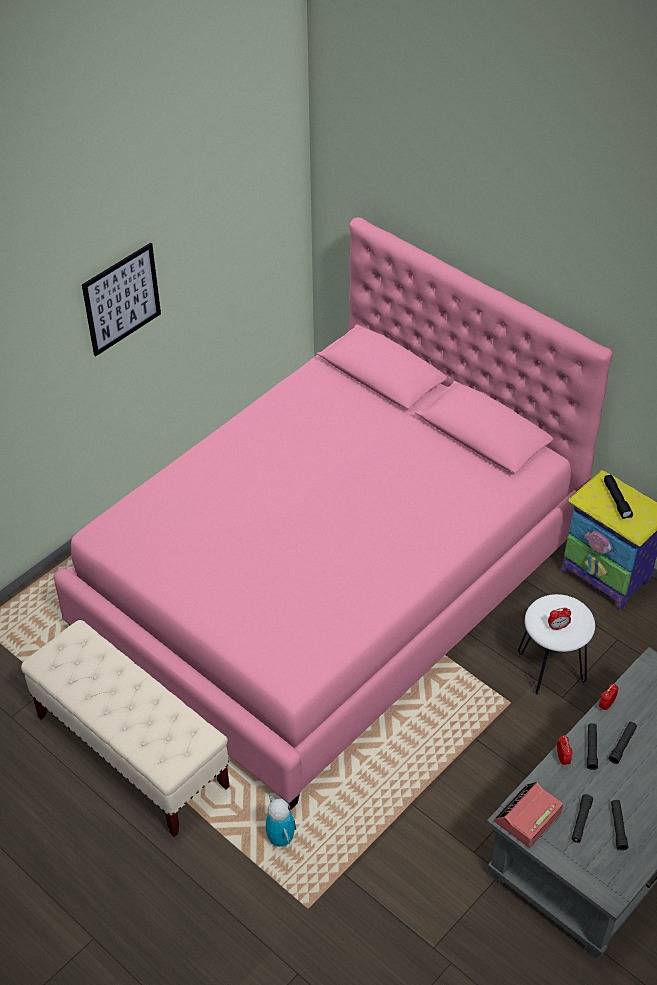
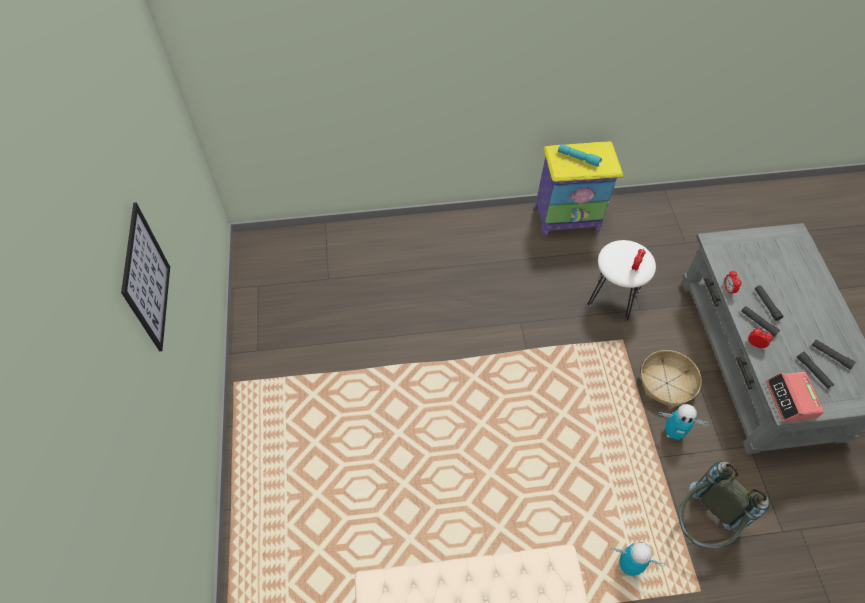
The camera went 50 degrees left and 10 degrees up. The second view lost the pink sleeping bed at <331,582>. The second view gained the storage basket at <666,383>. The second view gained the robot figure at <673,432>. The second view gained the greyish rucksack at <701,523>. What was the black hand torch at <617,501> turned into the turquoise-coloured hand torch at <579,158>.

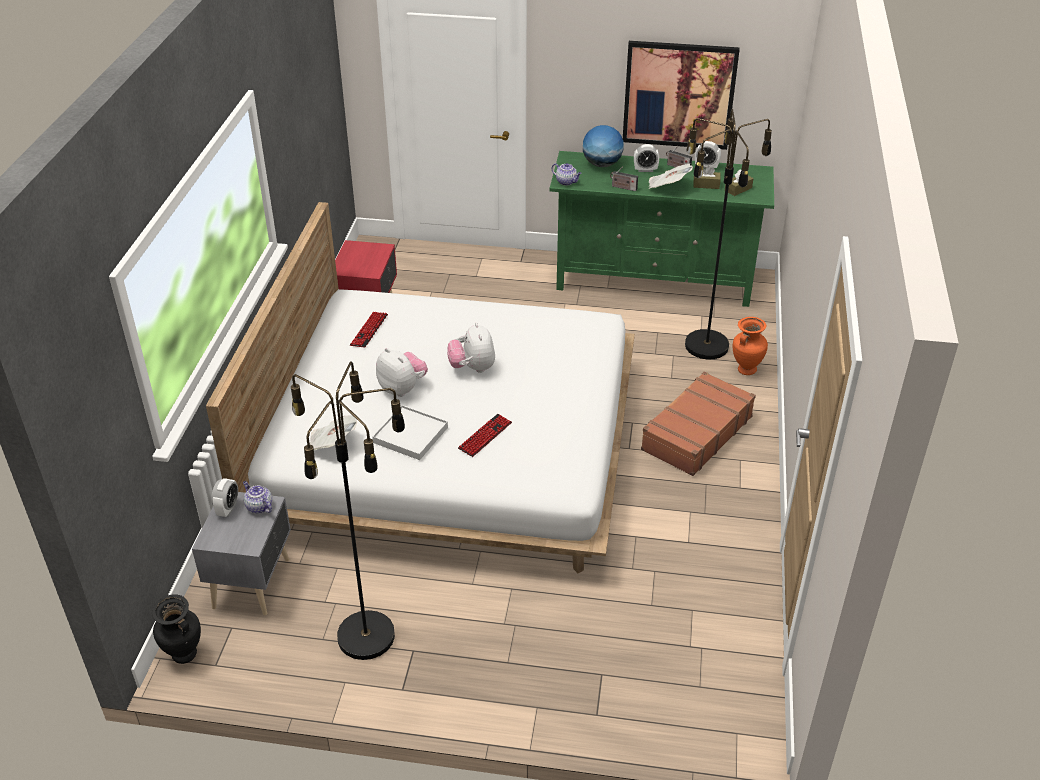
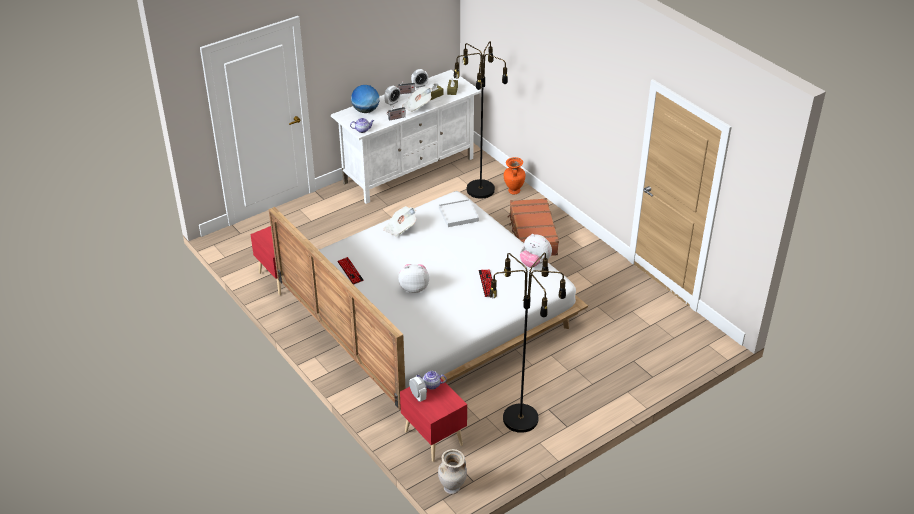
The camera went 45 degrees left and 0 degrees up. The second view lost the wall art at <679,95>. The newspaper ended up elsewhere, having gone from <332,443> to <400,228>. The white carrying tray ended up elsewhere, having gone from <410,435> to <458,215>. The plush toy ended up elsewhere, having gone from <472,368> to <534,263>. What was the black flower vase at <184,655> turned into the sand-coloured flower vase at <452,489>. What was the greyish nightstand at <253,582> turned into the red-coloured nightstand at <434,437>. What was the green dresser at <654,280> turned into the white dresser at <409,170>.

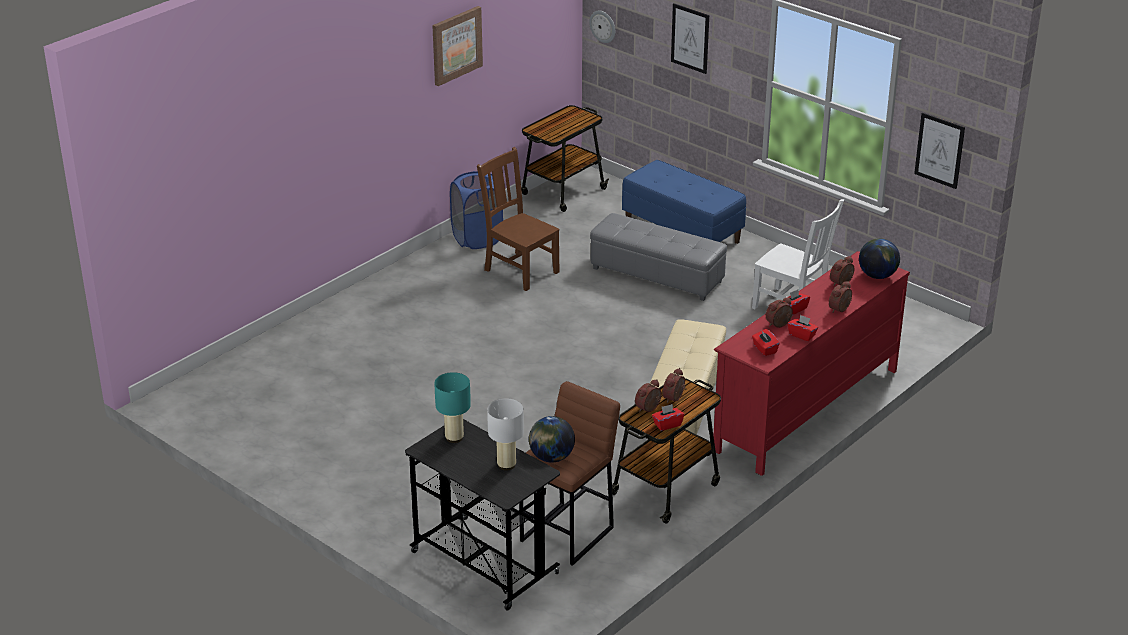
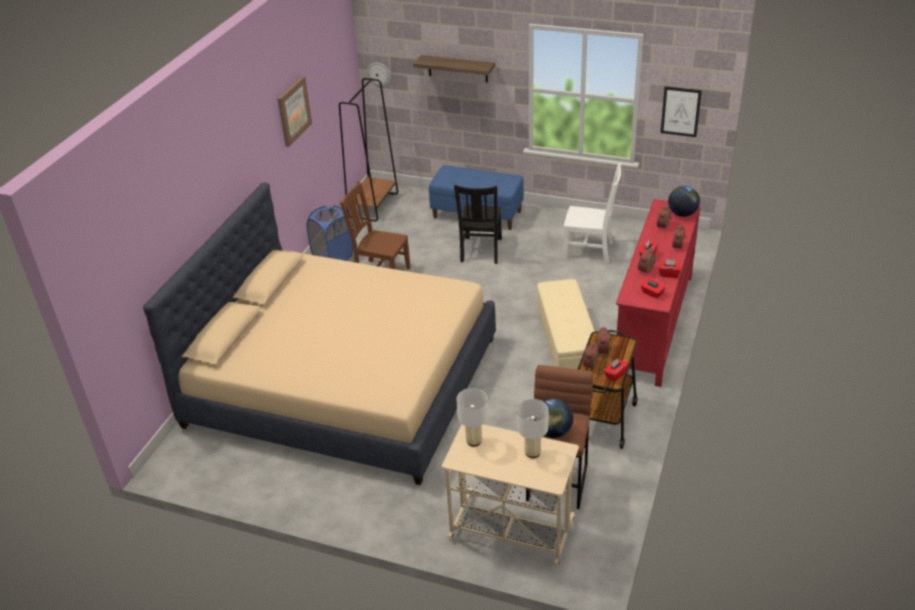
The camera went 20 degrees left and 5 degrees up. The second view gained the sand-coloured sleeping bed at <343,381>. Where the cart stood at <562,192>, the garment stand came to stand at <373,205>. Where the greyish ottoman stood at <656,275>, the black plain chair came to stand at <481,251>. Where the wall art hung at <690,38>, the bracket shelf came to hang at <457,68>. What was the black desk at <484,563> turned into the sand-coloured desk at <511,530>. What was the turquoise-coloured table lamp at <454,437> turned into the white table lamp at <473,441>.

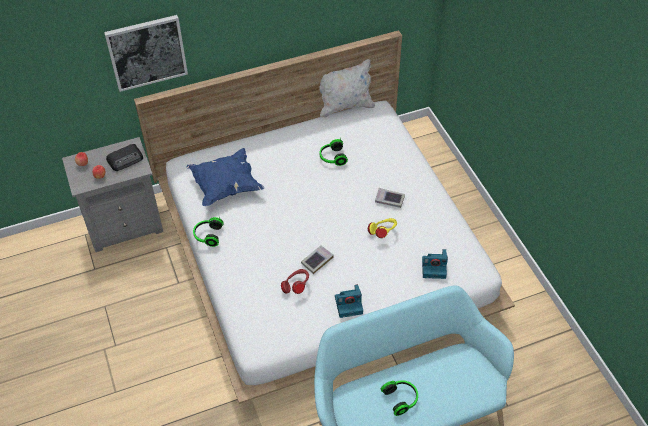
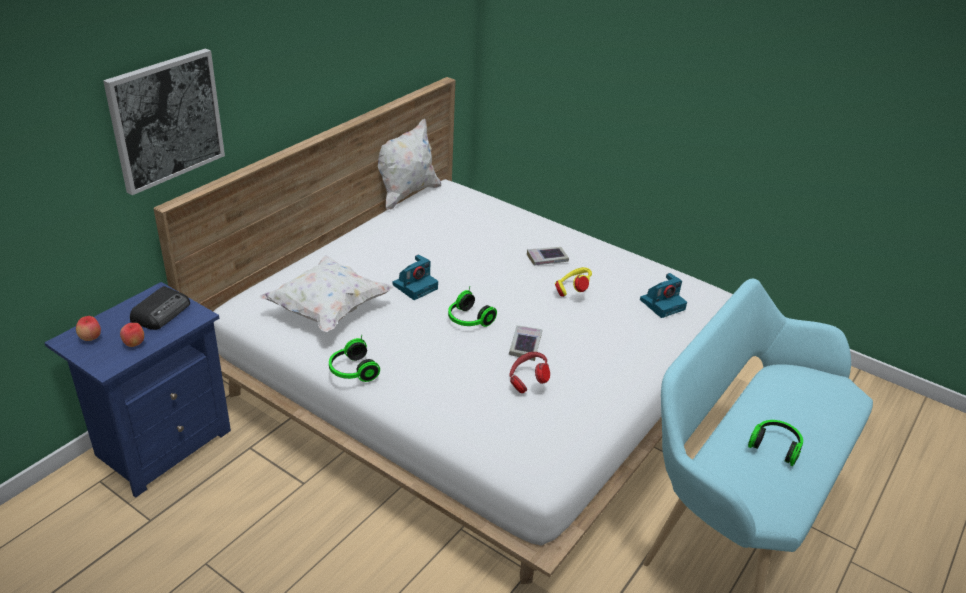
The camera went 35 degrees left and 15 degrees down. The headphones ended up elsewhere, having gone from <332,157> to <468,320>. The photo camera ended up elsewhere, having gone from <349,304> to <415,286>. What was the greyish nightstand at <125,224> turned into the blue nightstand at <161,444>. What was the blue cushion at <226,186> turned into the white cushion at <328,310>.

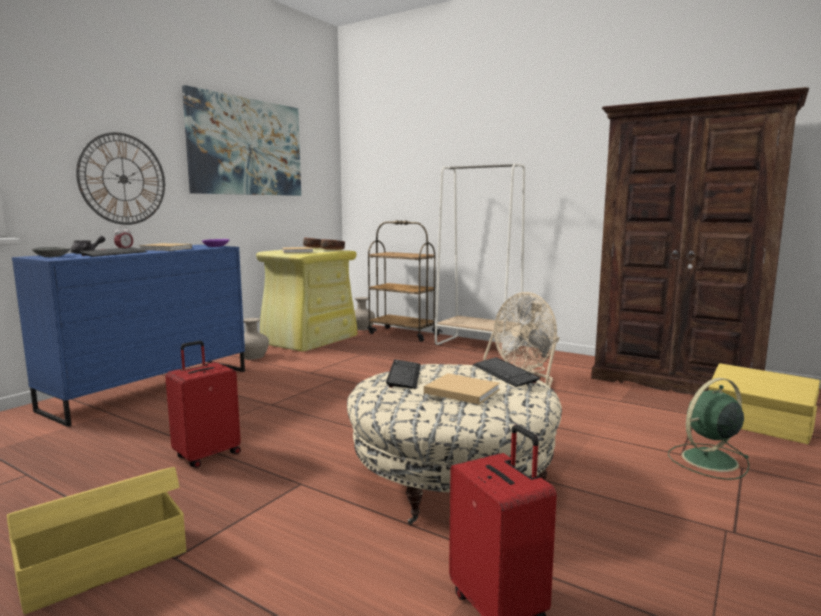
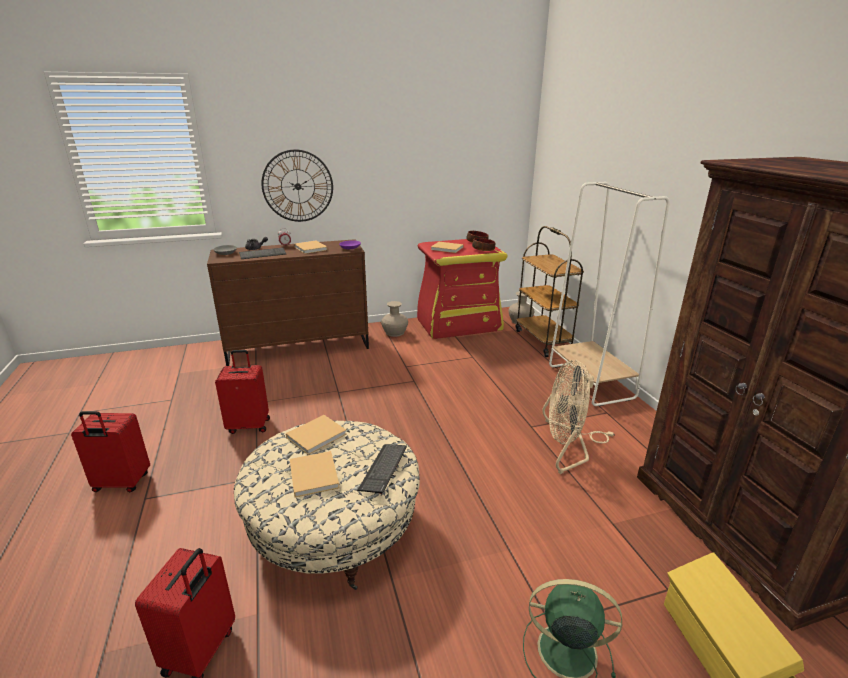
The camera went 40 degrees right and 15 degrees up. The second view lost the wall art at <247,147>. Where the yellowish storage box stood at <102,564>, the red-coloured travel case came to stand at <121,483>. Where the computer keyboard stood at <404,375>, the sand-coloured volume came to stand at <318,435>. What was the blue dresser at <150,389> turned into the brownish dresser at <298,347>. What was the yellowish nightstand at <311,339> turned into the red-coloured nightstand at <460,325>.

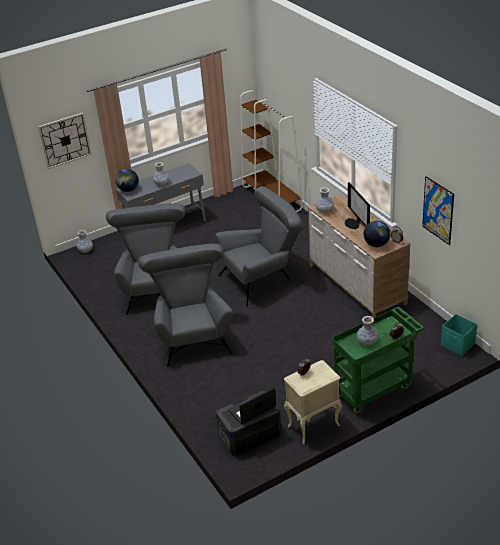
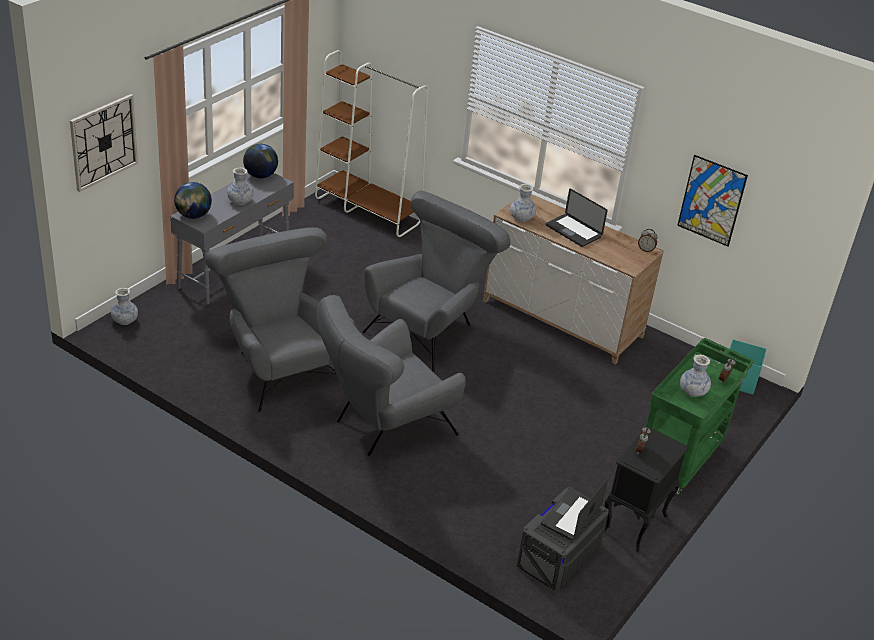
The camera went 30 degrees left and 0 degrees up. The world globe ended up elsewhere, having gone from <376,244> to <260,175>. Where the monitor stood at <354,223>, the laptop came to stand at <573,231>. What was the sand-coloured nightstand at <313,426> turned into the black nightstand at <634,524>. The greyish armchair at <192,335> ended up facing another way, 90 degrees counterclockwise from before.

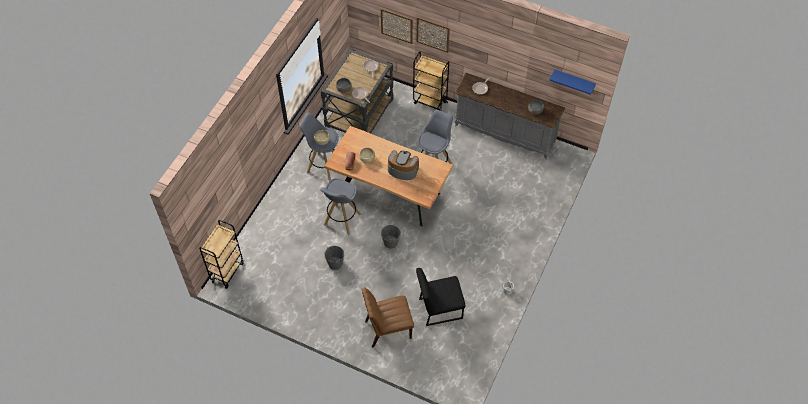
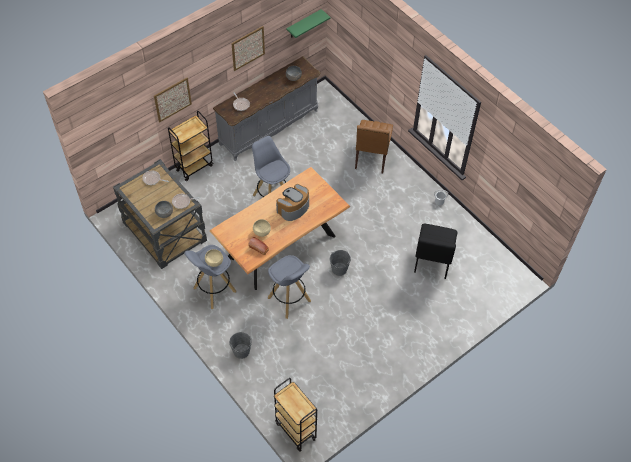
The camera went 65 degrees left and 0 degrees up. The greyish pail ended up elsewhere, having gone from <335,263> to <241,351>. The brownish plain chair ended up elsewhere, having gone from <388,329> to <371,156>. The wall art ended up elsewhere, having gone from <397,25> to <248,48>. What was the blue bracket shelf at <574,81> turned into the green bracket shelf at <303,24>.

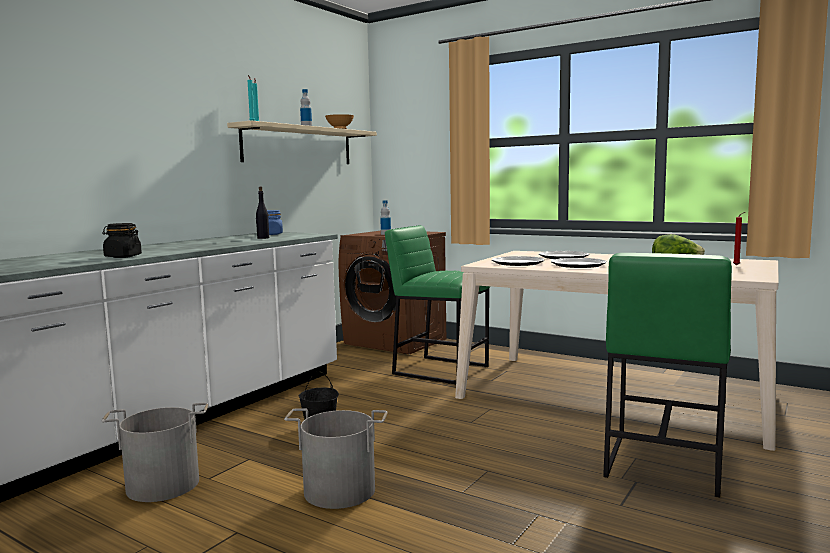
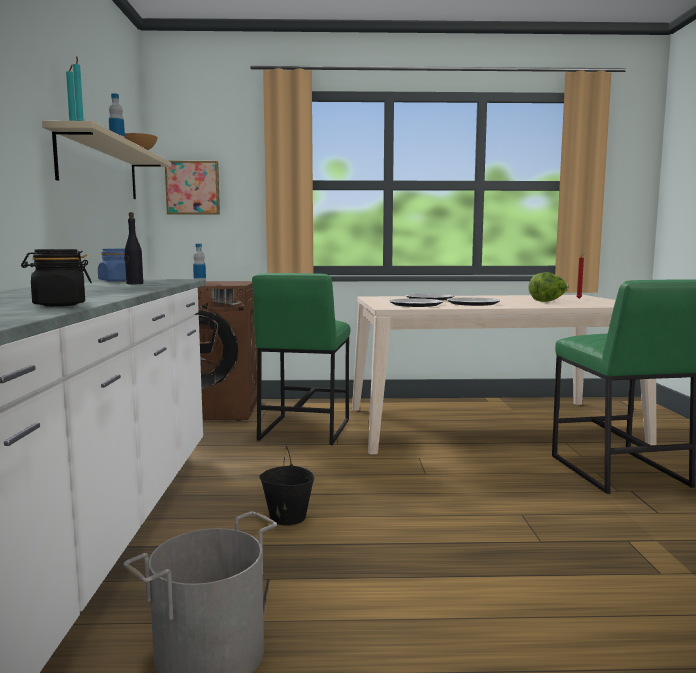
The camera went 35 degrees left and 0 degrees up. The second view lost the greyish pail at <339,490>. The second view gained the wall art at <193,188>. The green plain chair at <439,370> ended up facing another way, 75 degrees counterclockwise from before.

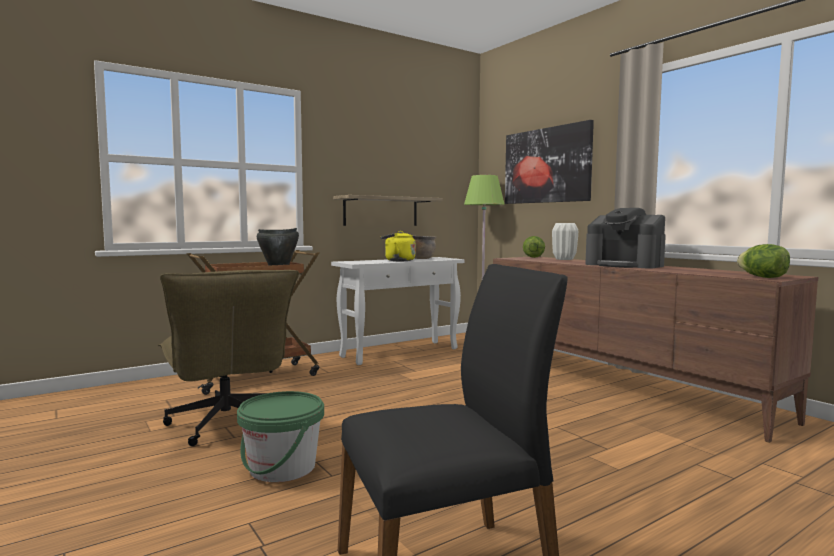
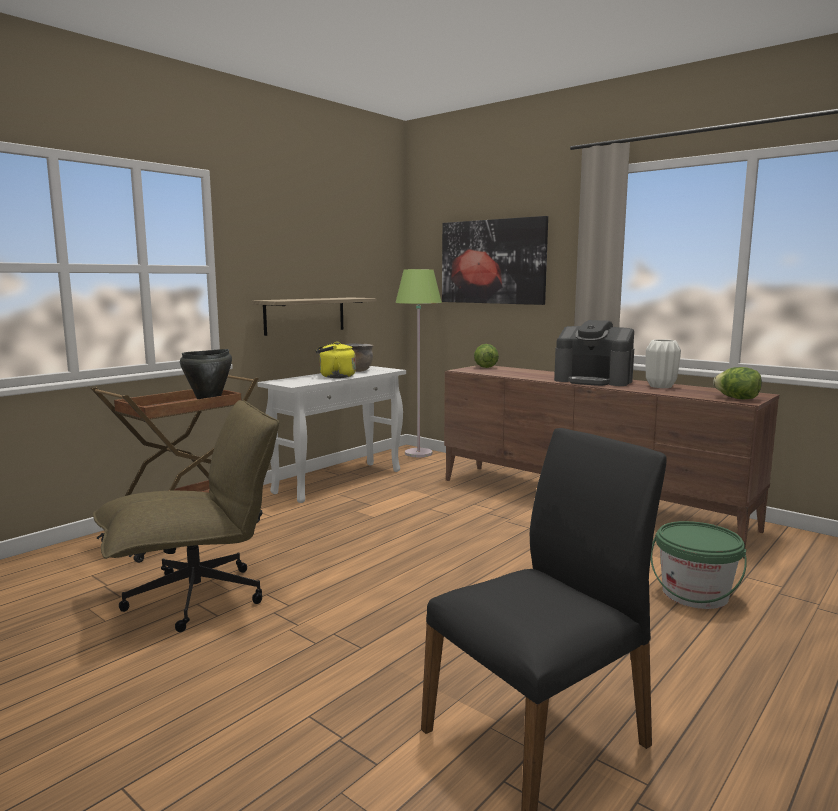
The camera went 15 degrees left and 5 degrees up. The green pail ended up elsewhere, having gone from <282,467> to <695,594>. The white flower vase ended up elsewhere, having gone from <564,259> to <660,386>. The sand-coloured office chair at <226,422> ended up facing another way, 75 degrees counterclockwise from before.

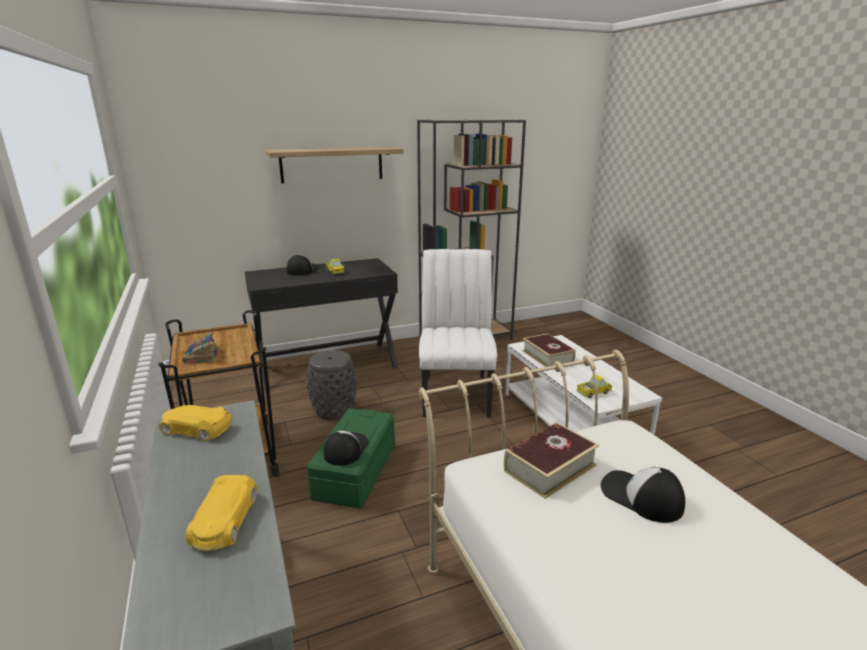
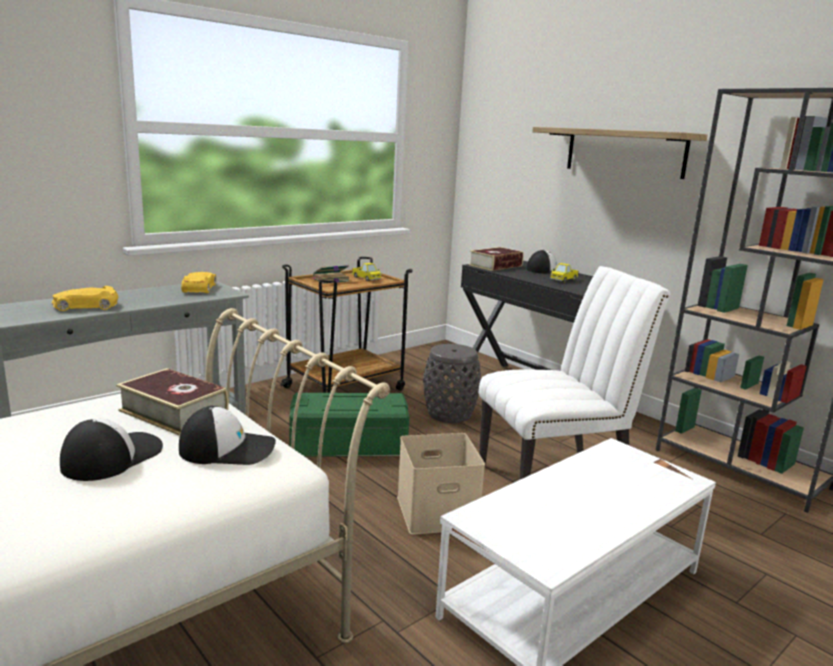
The camera went 70 degrees right and 5 degrees down. The second view gained the sand-coloured storage box at <435,513>. The baseball cap ended up elsewhere, having gone from <345,449> to <228,449>. The volume ended up elsewhere, having gone from <547,357> to <495,265>. The model truck ended up elsewhere, having gone from <593,393> to <366,278>.

